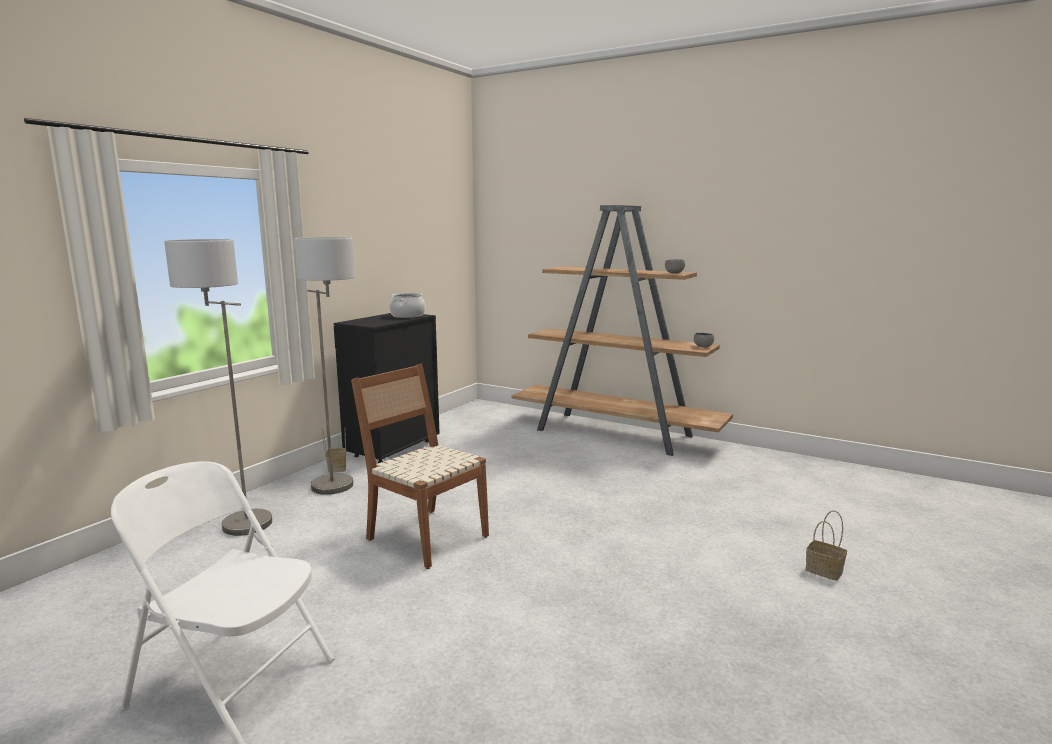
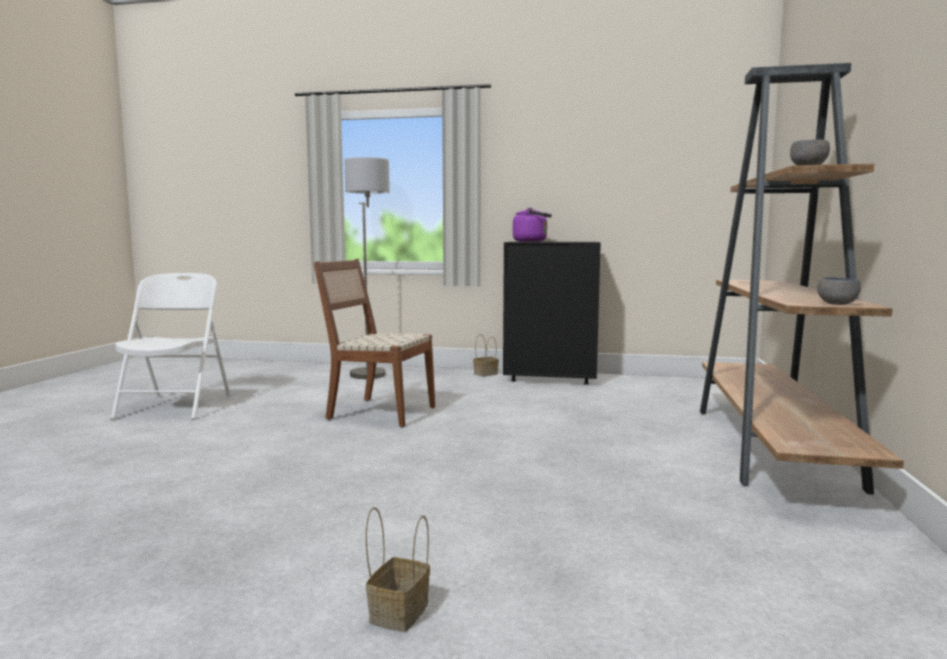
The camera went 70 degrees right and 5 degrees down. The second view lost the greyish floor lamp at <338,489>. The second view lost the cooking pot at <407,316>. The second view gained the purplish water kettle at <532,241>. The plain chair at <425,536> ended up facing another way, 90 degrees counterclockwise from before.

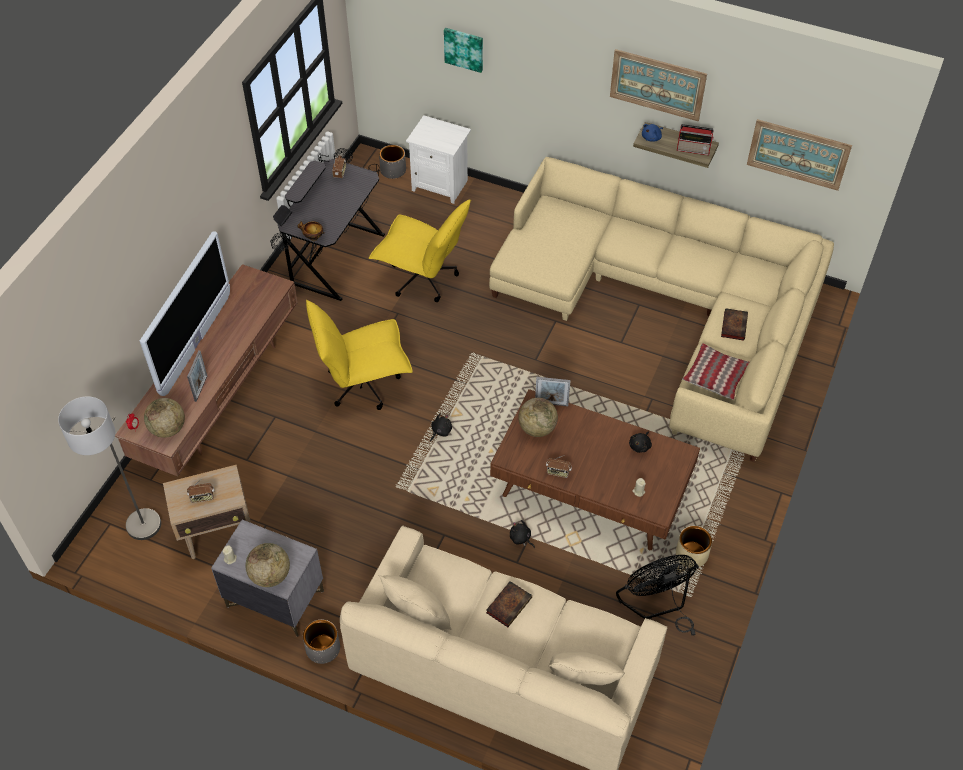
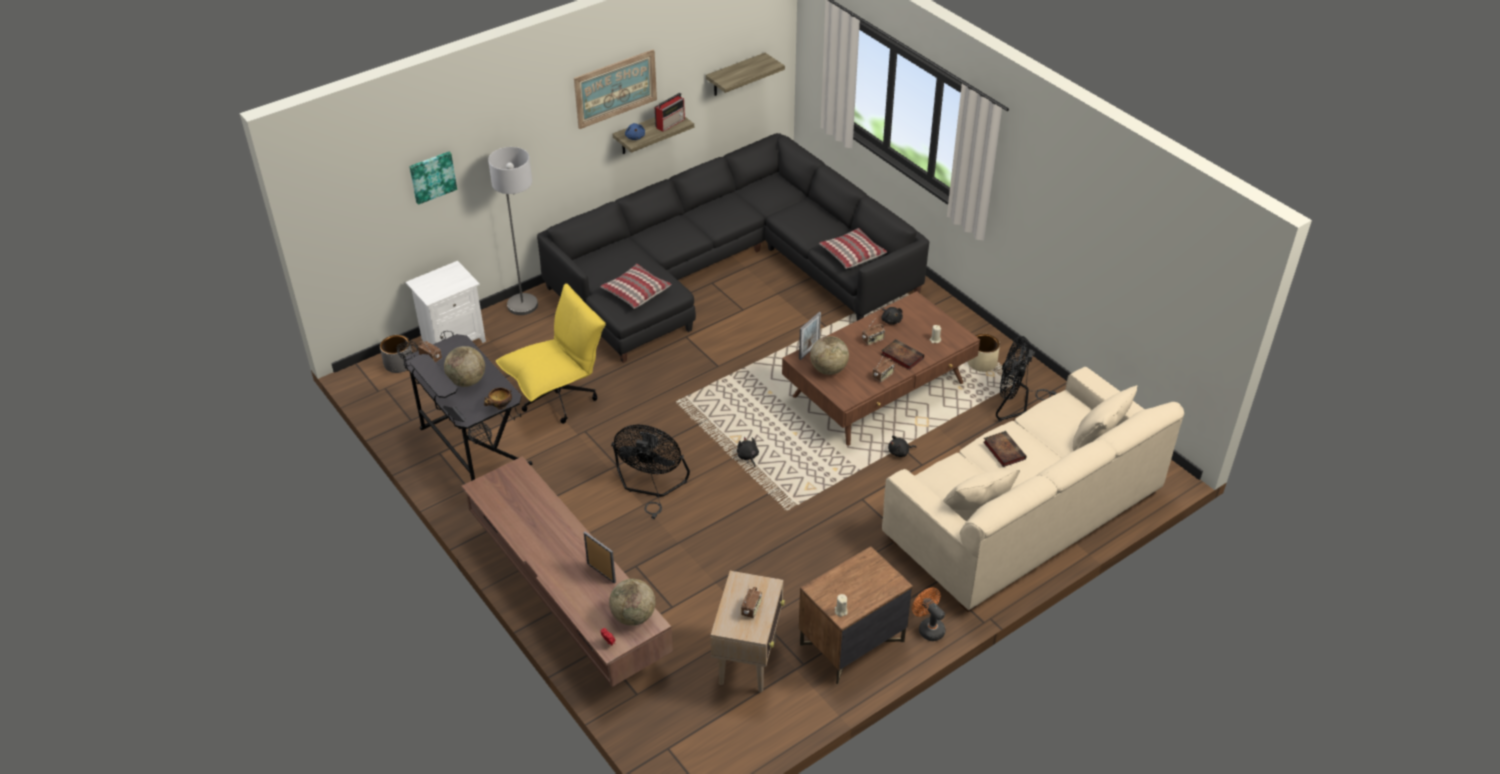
The camera went 60 degrees left and 10 degrees down. The second view lost the television at <196,344>. The second view gained the cushion at <636,292>. The second view gained the radio at <873,340>. The greyish floor lamp ended up elsewhere, having gone from <138,533> to <527,310>. The world globe ended up elsewhere, having gone from <270,575> to <467,381>. The volume ended up elsewhere, having gone from <733,325> to <901,356>. Where the greyish planter stood at <322,648>, the orange-coloured fan came to stand at <928,628>. Where the yellowish office chair stood at <364,383>, the black fan came to stand at <650,486>. Where the wall art hung at <798,154>, the bracket shelf came to hang at <735,75>. What was the greyish nightstand at <274,599> turned into the brownish nightstand at <851,643>. What was the sand-coloured settee at <669,307> turned into the black settee at <730,268>.

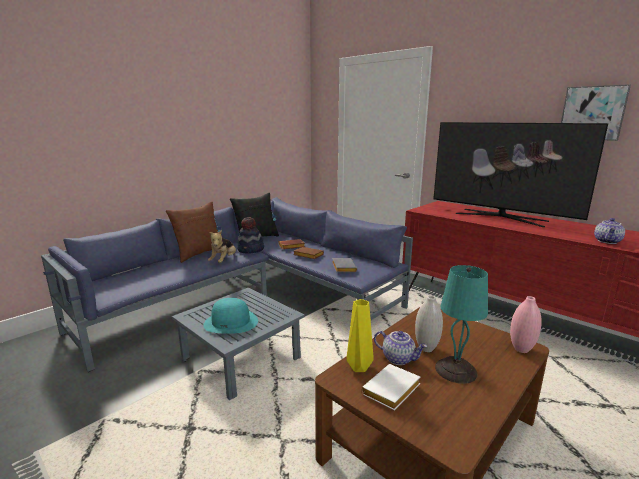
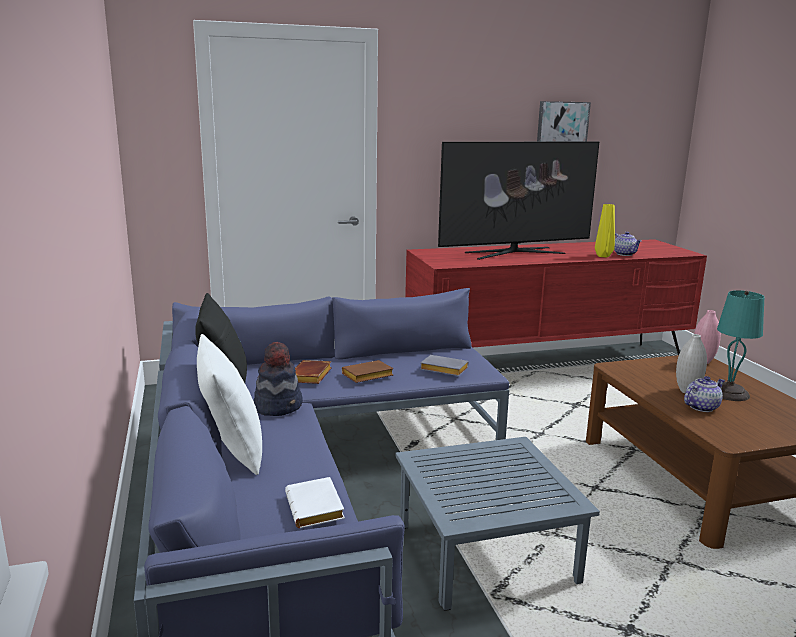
The camera went 60 degrees left and 0 degrees up. The second view lost the turquoise-coloured wearable hat at <231,322>. The second view lost the plush toy at <224,261>. The yellowish flower vase ended up elsewhere, having gone from <359,368> to <604,256>. The white volume ended up elsewhere, having gone from <391,392> to <317,509>. What was the brownish cushion at <199,254> turned into the white cushion at <232,451>.

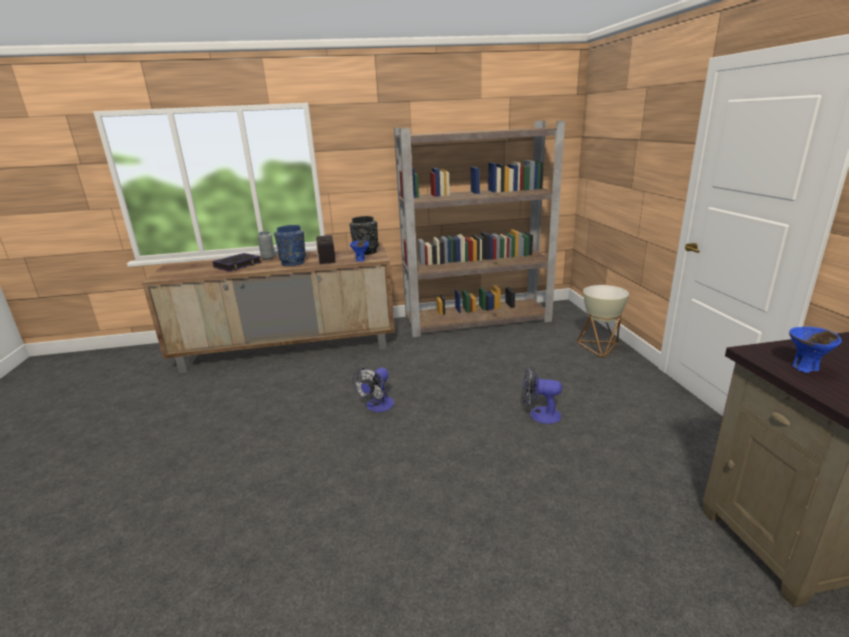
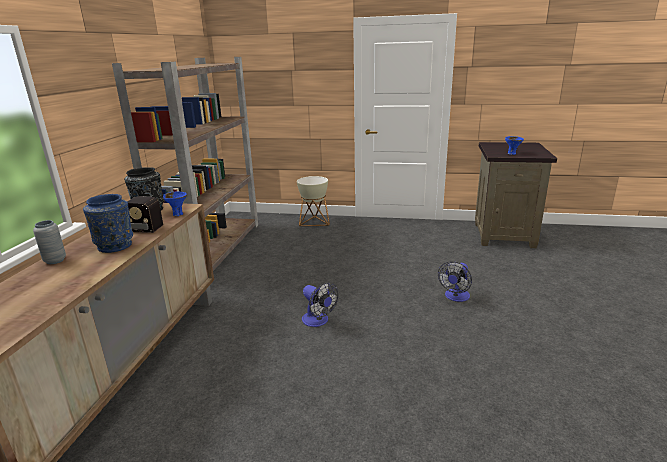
The camera went 70 degrees left and 0 degrees up. The second view lost the volume at <238,265>. The fan ended up elsewhere, having gone from <539,415> to <455,297>.

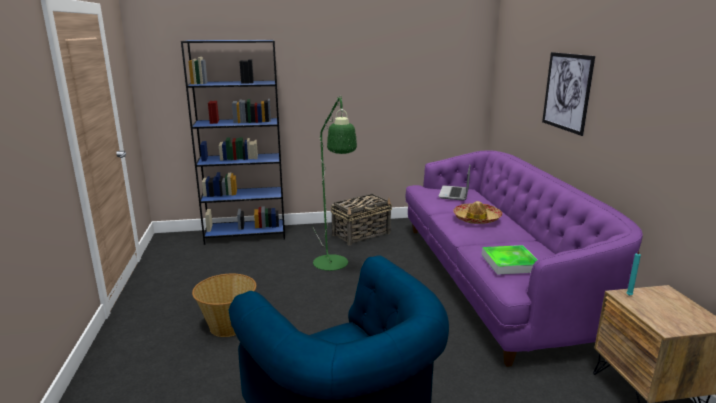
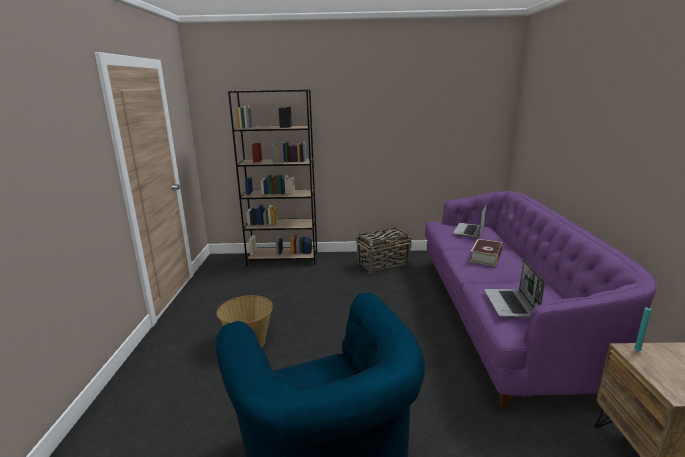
The camera went 10 degrees right and 0 degrees up. The second view lost the green floor lamp at <333,266>. The second view lost the wall art at <567,92>. Where the wearable hat stood at <476,219>, the volume came to stand at <486,257>. Where the carrying tray stood at <510,263>, the laptop came to stand at <511,304>. What was the blue bookshelf at <246,234> turned into the sand-coloured bookshelf at <283,259>.

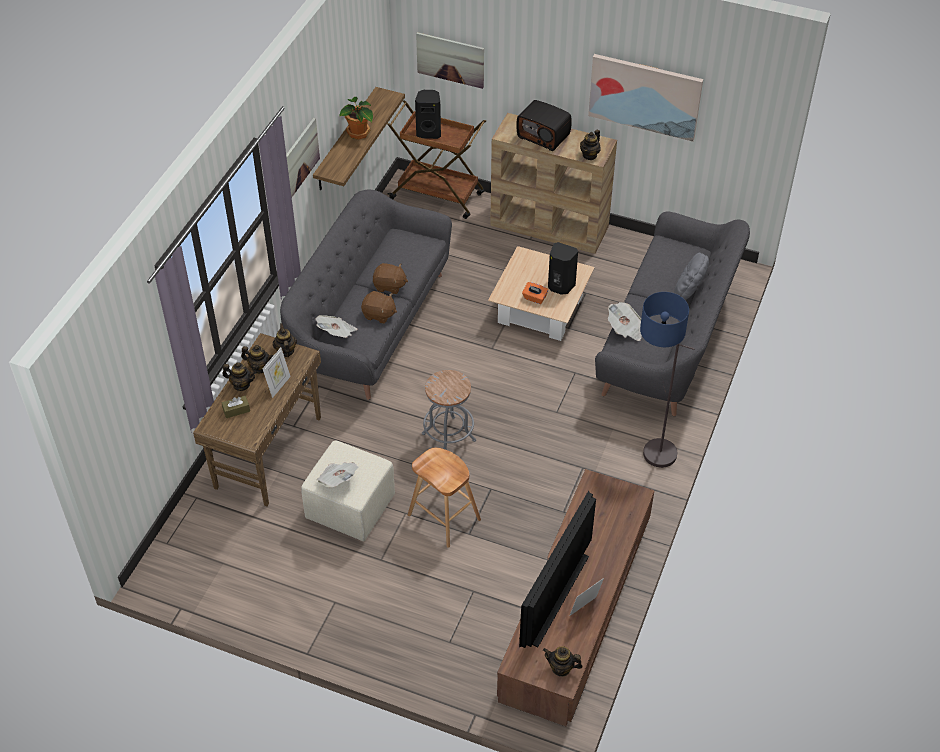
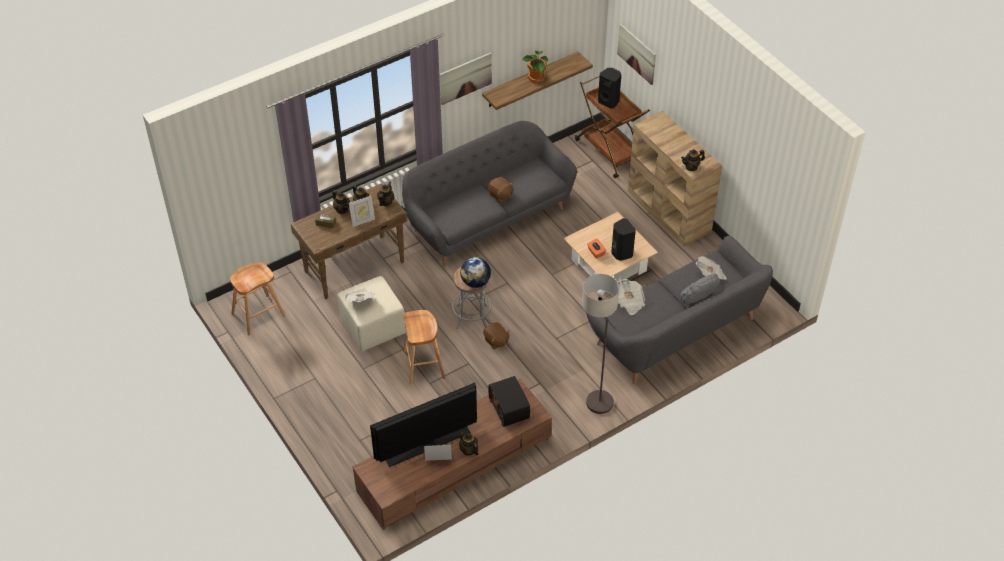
The camera went 35 degrees right and 0 degrees up. The second view lost the wall art at <645,96>. The second view gained the brownish sitting stool at <258,315>. The second view gained the world globe at <475,282>. The newspaper ended up elsewhere, having gone from <337,333> to <710,275>. The brownish plush toy ended up elsewhere, having gone from <379,314> to <496,341>. The radio ended up elsewhere, having gone from <544,136> to <510,409>. The tea pot ended up elsewhere, having gone from <561,668> to <468,450>. What was the blue floor lamp at <650,451> turned into the greyish floor lamp at <594,397>.

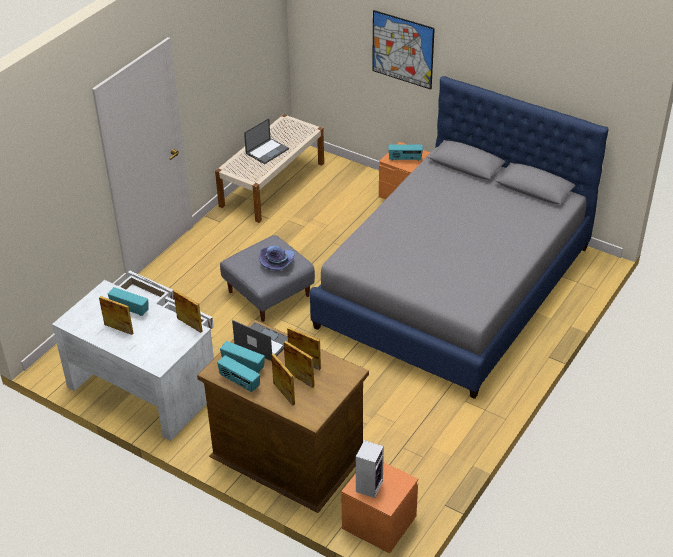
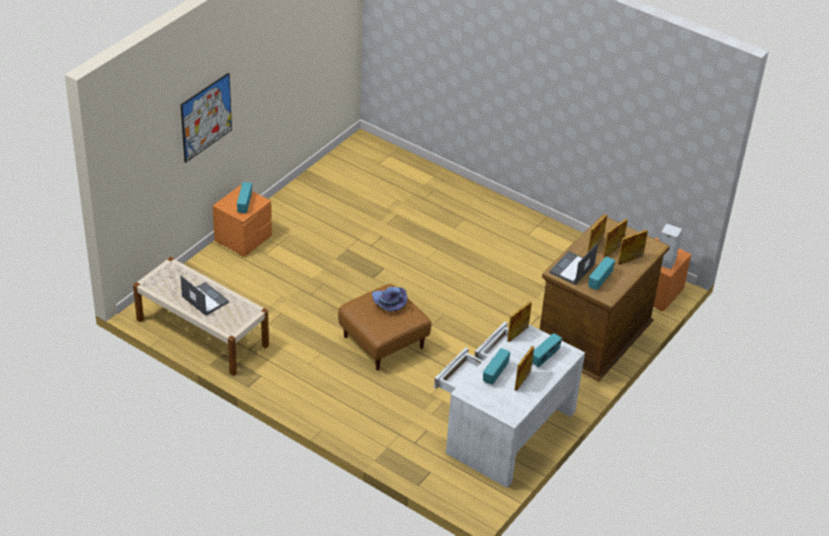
The camera went 90 degrees left and 0 degrees up. The second view lost the greyish sleeping bed at <455,286>. The radio ended up elsewhere, having gone from <239,382> to <545,357>. What was the greyish ottoman at <269,293> turned into the brownish ottoman at <382,342>.

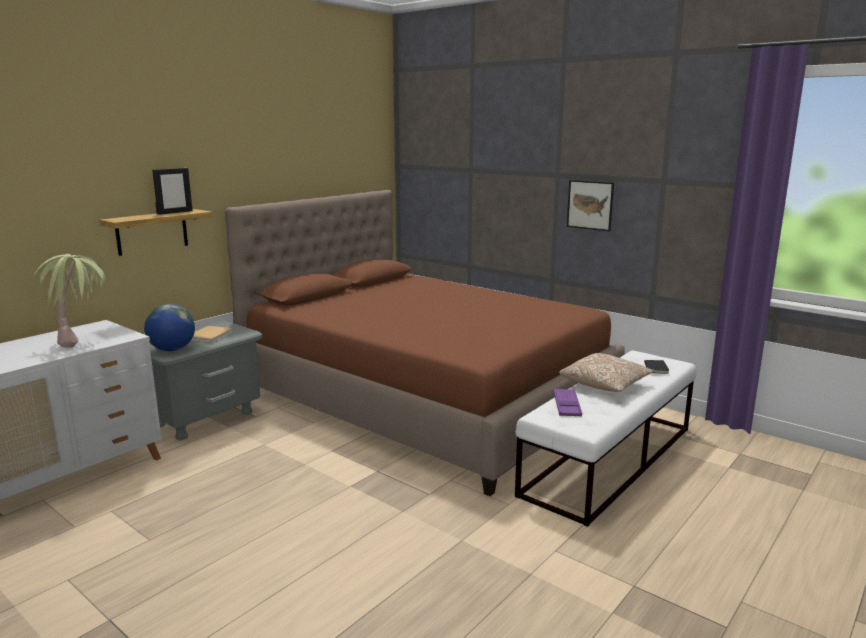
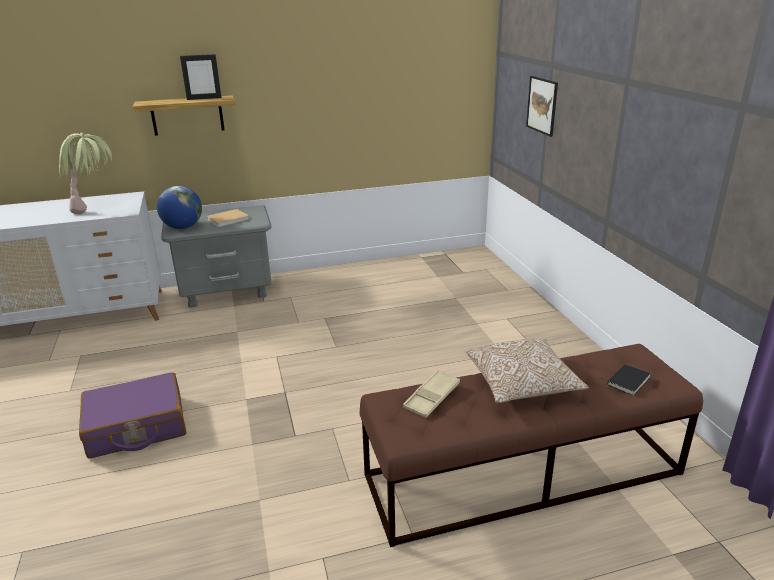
The camera went 35 degrees right and 10 degrees up. The second view lost the brownish sleeping bed at <424,398>. The second view gained the purplish travel case at <136,427>. The wall art ended up elsewhere, having gone from <590,205> to <542,105>. What was the white indoor bench at <610,459> turned into the brownish indoor bench at <523,474>. What was the purplish carrying tray at <567,406> turned into the sand-coloured carrying tray at <432,397>.

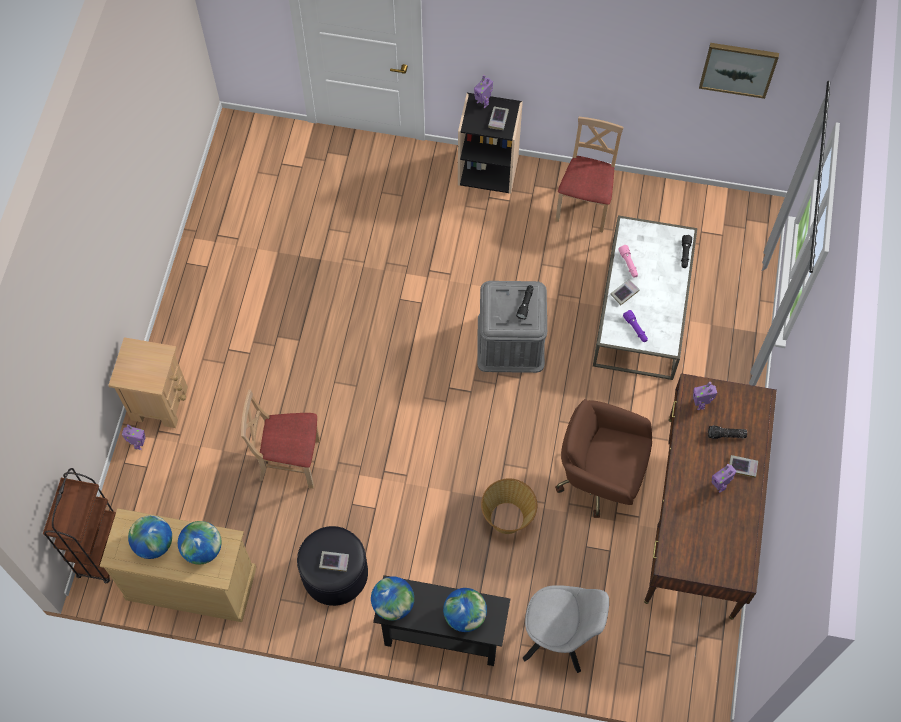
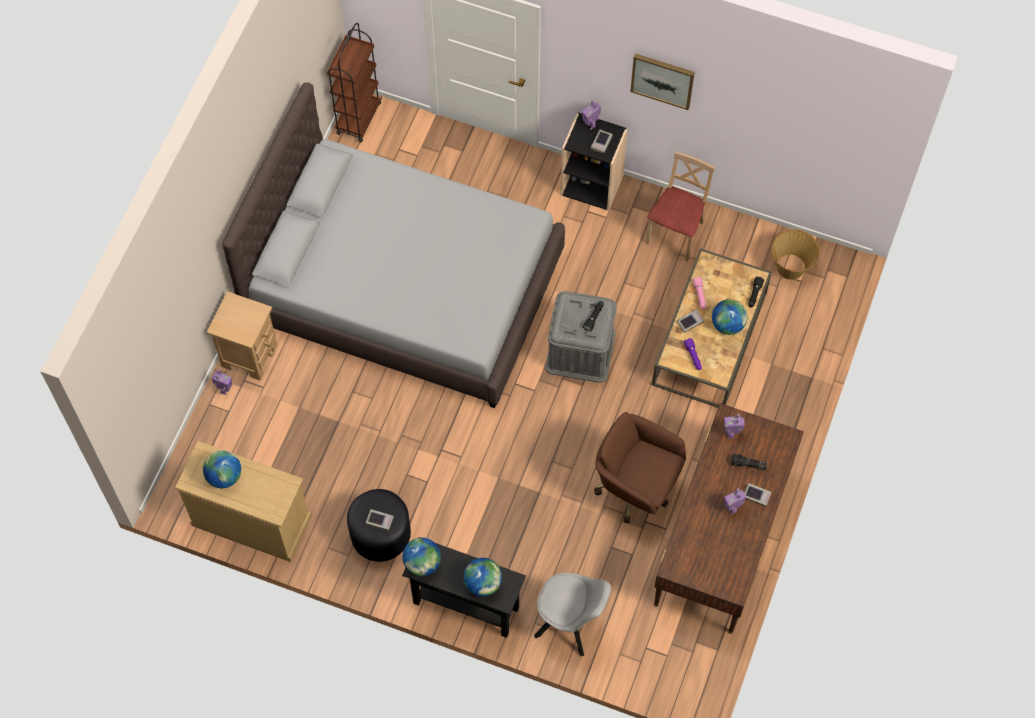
The camera went 10 degrees right and 0 degrees up. The second view lost the sand-coloured plain chair at <290,461>. The second view gained the greyish sleeping bed at <403,285>. The brownish cart ended up elsewhere, having gone from <101,552> to <358,119>. The world globe ended up elsewhere, having gone from <203,549> to <727,324>. The storage basket ended up elsewhere, having gone from <507,518> to <791,266>. The wall art ended up elsewhere, having gone from <738,69> to <662,80>. What was the white lounge table at <642,308> turned into the brownish lounge table at <710,339>.

